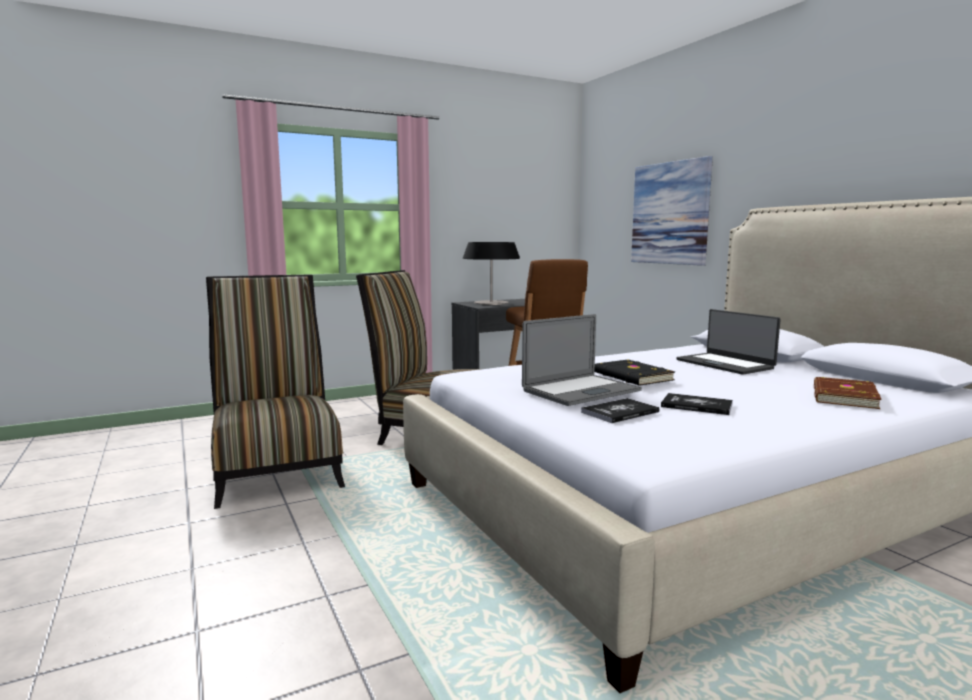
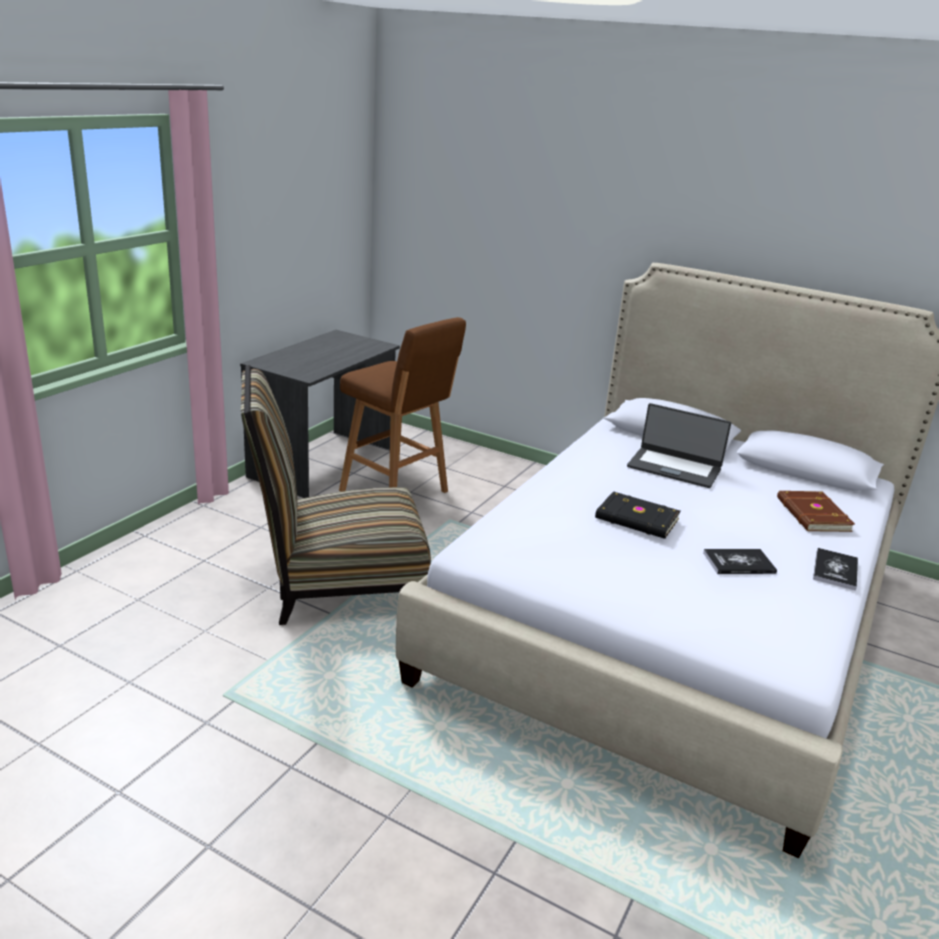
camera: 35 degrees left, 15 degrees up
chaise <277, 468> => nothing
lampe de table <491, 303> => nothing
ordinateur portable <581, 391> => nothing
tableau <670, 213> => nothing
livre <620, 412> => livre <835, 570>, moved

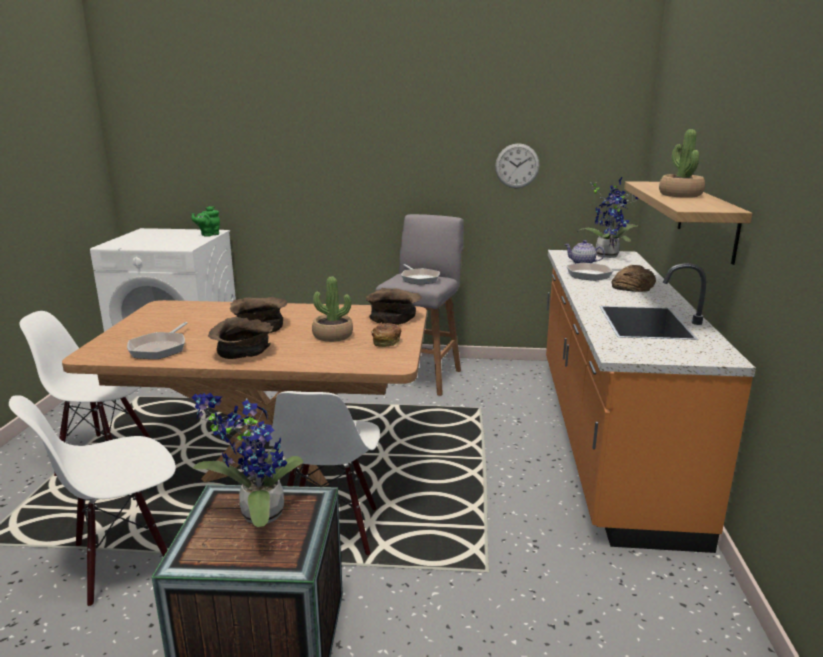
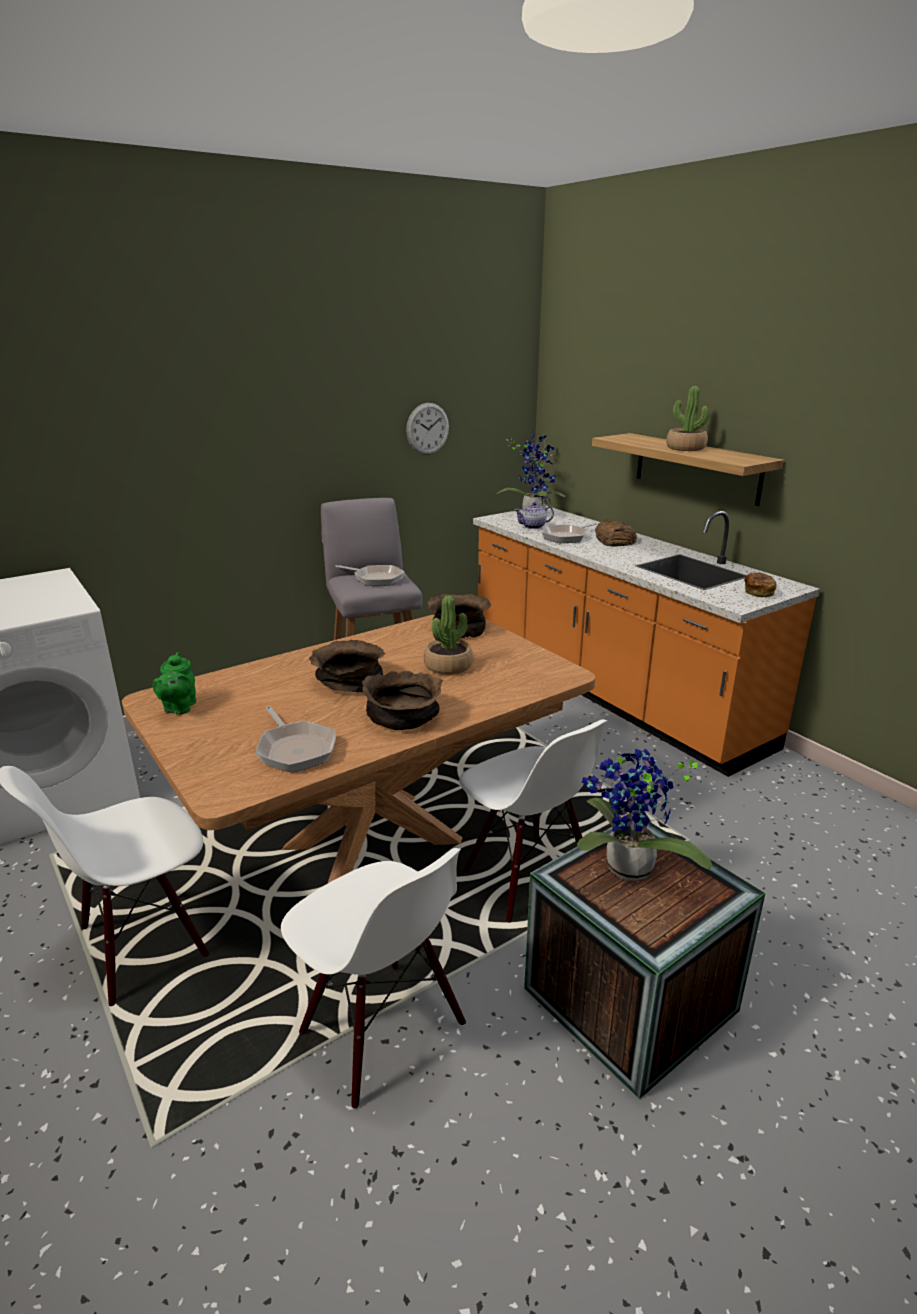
camera: 40 degrees left, 5 degrees up
théière [vert] <208, 235> => théière [vert] <179, 708>, moved
pain <386, 342> => pain <758, 592>, moved
chaise [blanc] <123, 560> => chaise [blanc] <381, 1030>, 60 degrees counterclockwise

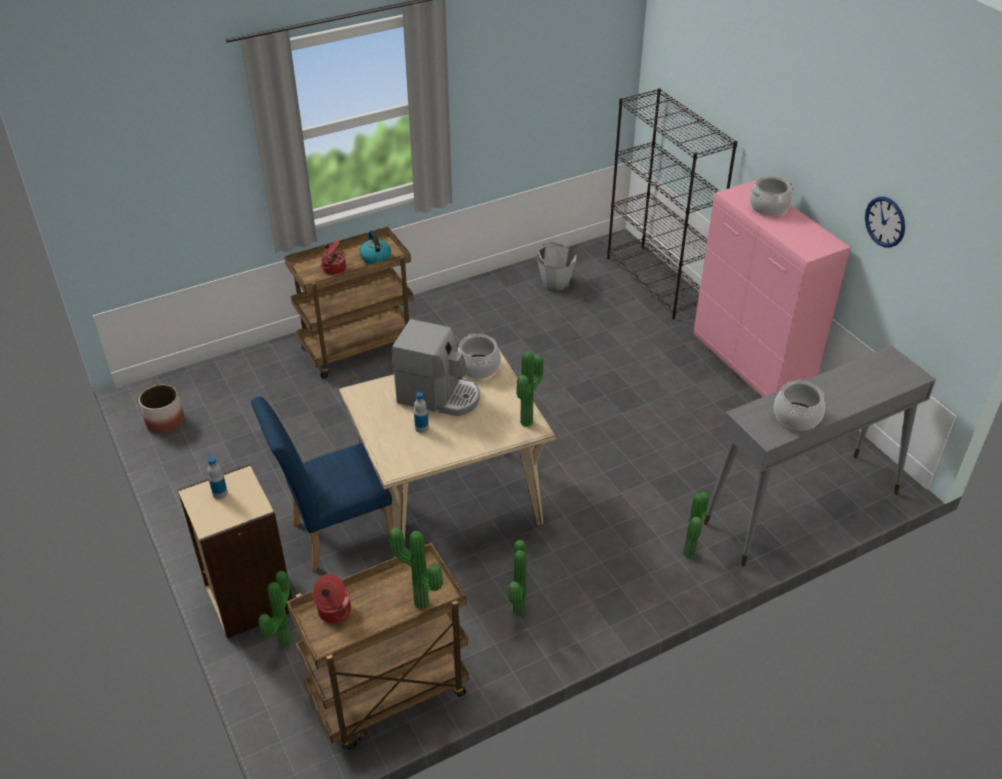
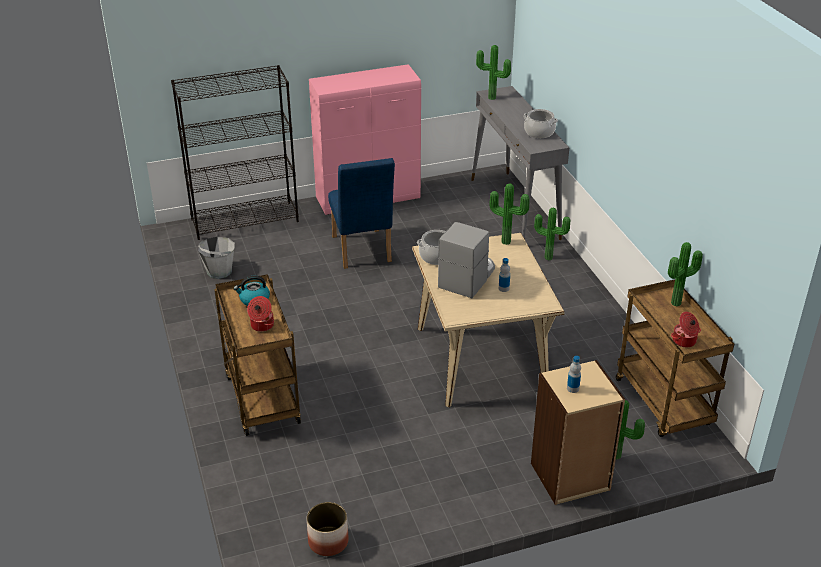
camera: 80 degrees left, 5 degrees down
marmite <768, 207> => nothing
horloge murale <885, 222> => nothing
chaise [bleu] <335, 534> => chaise [bleu] <362, 252>, moved
plante en pot <516, 611> => plante en pot <491, 98>, moved

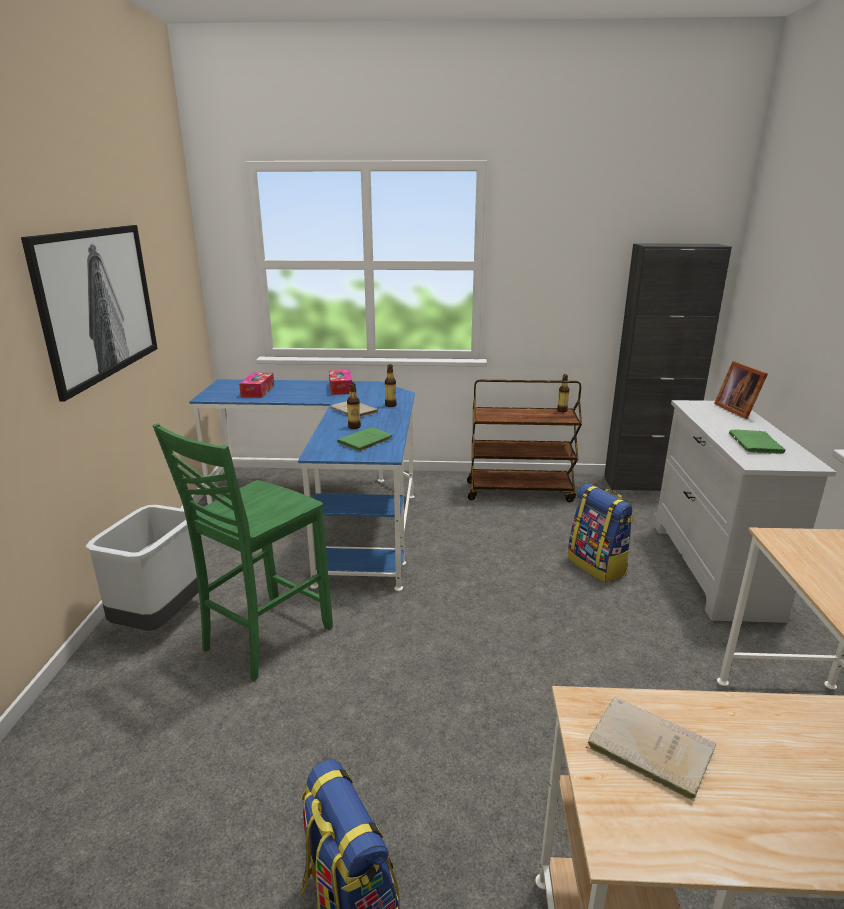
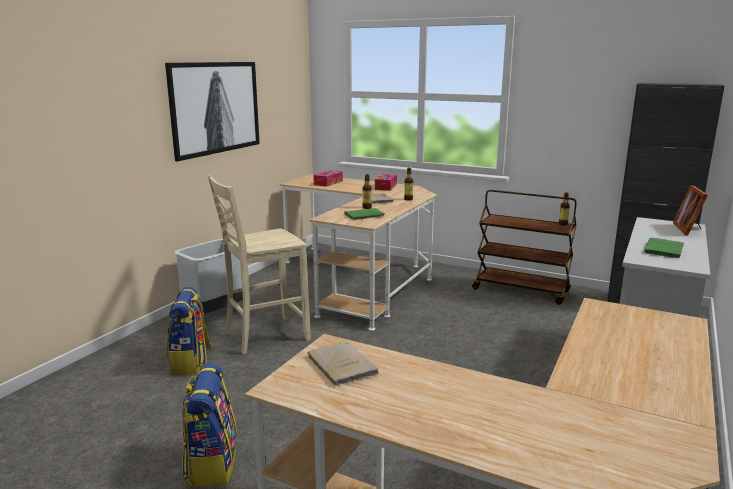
camera: 25 degrees right, 5 degrees down
sac à dos <597, 565> => sac à dos <191, 363>, moved
chaise [vert] <264, 639> => chaise [beige] <264, 336>
bureau [bleu] <330, 513> => bureau [beige] <362, 279>

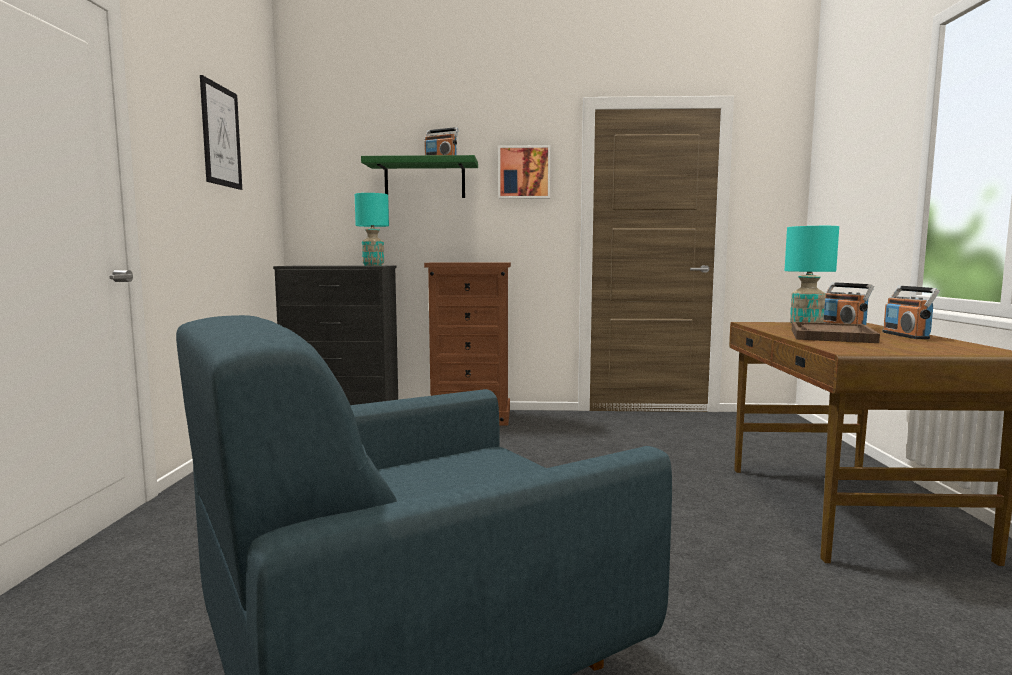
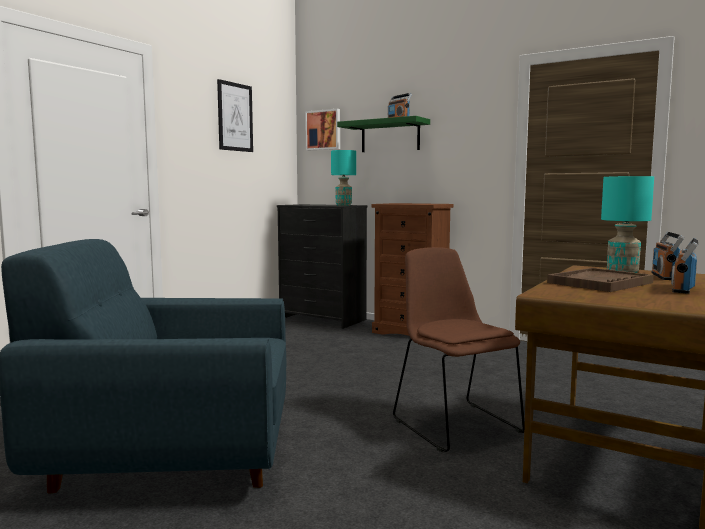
camera: 30 degrees right, 0 degrees up
nothing => chaise [marron] <454, 424>
tableau <524, 172> => tableau <323, 130>, moved

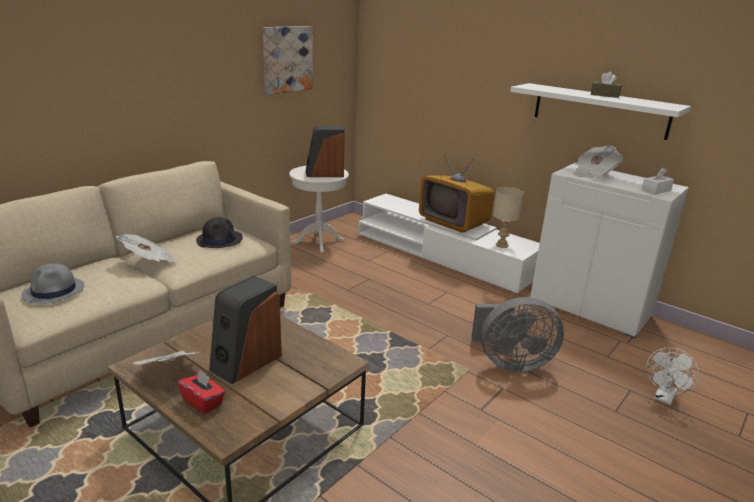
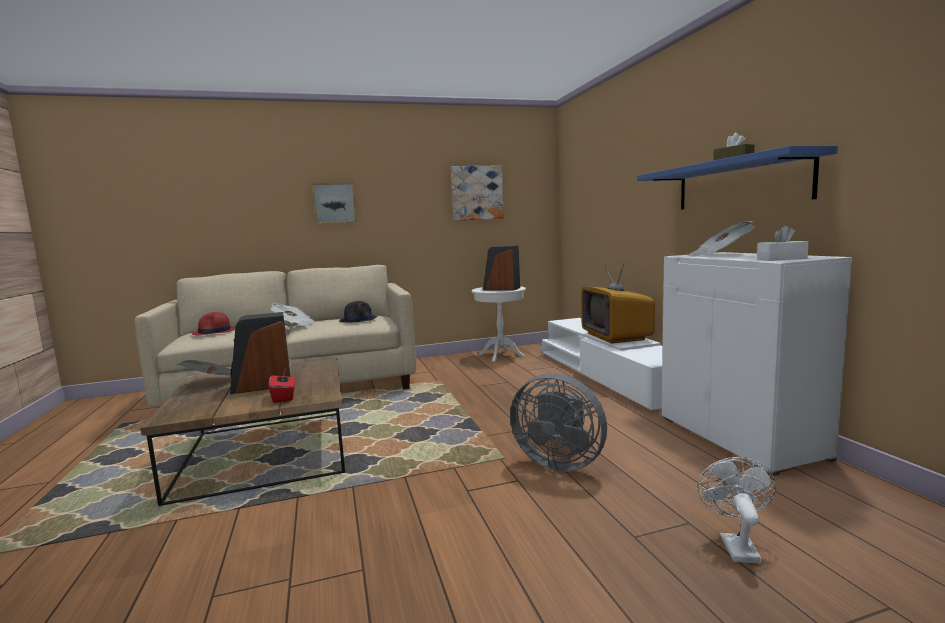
camera: 35 degrees right, 15 degrees down
lampe de table [beige] <501, 245> => nothing
nothing => tableau <334, 203>
boîte à mouchoirs [rouge] <203, 402> => boîte à mouchoirs [rouge] <284, 397>, moved
chapeau [gris] <54, 291> => chapeau [rouge] <215, 332>
étagère [blanc] <600, 110> => étagère [bleu] <739, 184>
ventilateur [blanc] <664, 398> => ventilateur [blanc] <736, 545>, 120 degrees clockwise

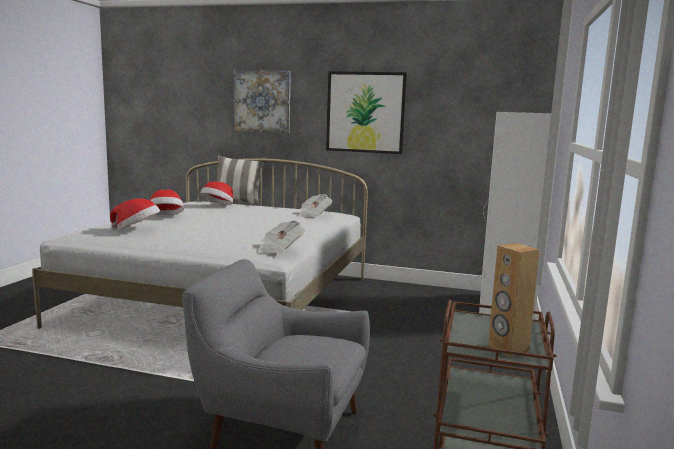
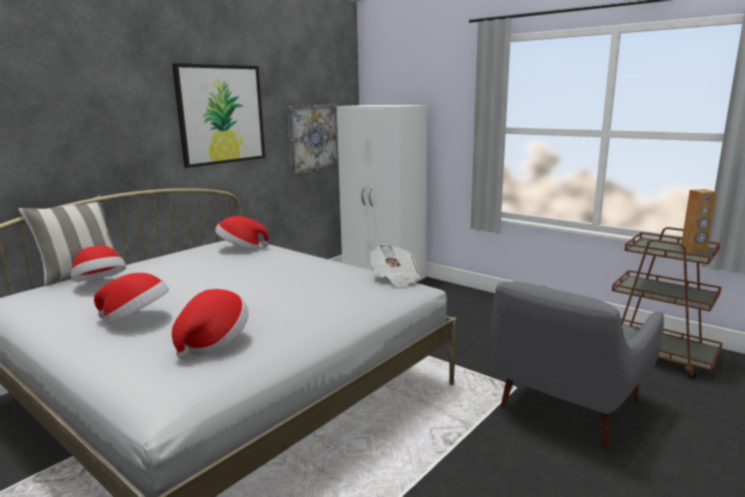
camera: 65 degrees left, 5 degrees up
tableau <262, 101> => tableau <313, 137>, moved
journal <313, 215> => chapeau <241, 248>

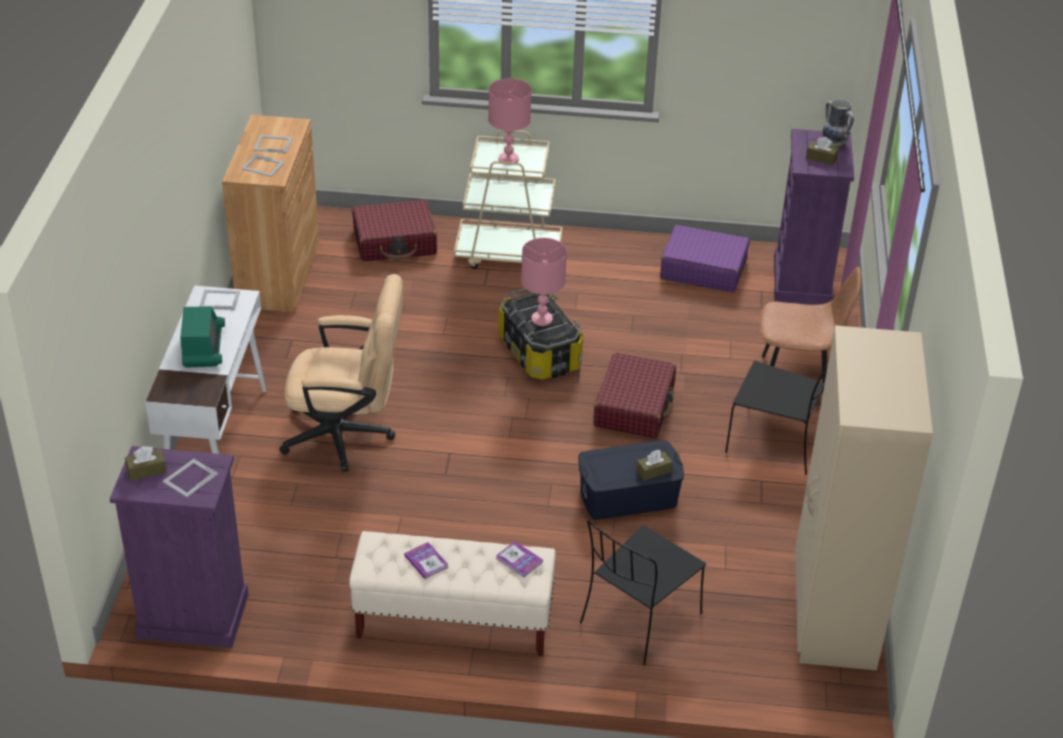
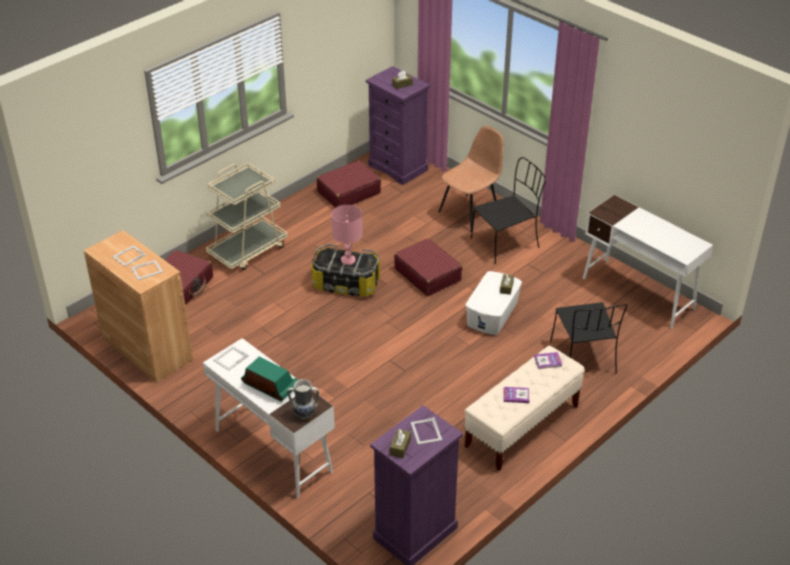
camera: 50 degrees left, 0 degrees up
chaise de bureau [beige] <348, 436> => nothing
lampe de table [rose] <509, 159> => nothing
vase <834, 143> => vase <304, 414>, moved
armoire [beige] <832, 614> => bureau [blanc] <638, 293>
boîte de rangement [bleu] <628, 497> => boîte de rangement [blanc] <493, 314>
valise [violet] <703, 269> => valise [rouge] <348, 192>

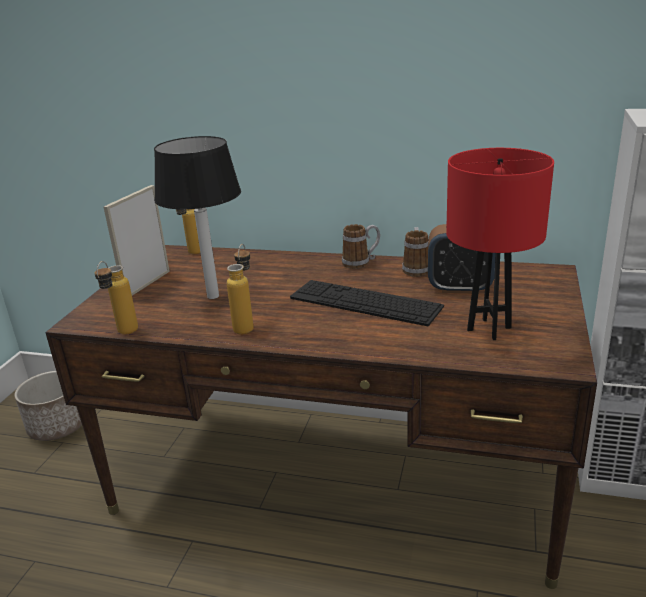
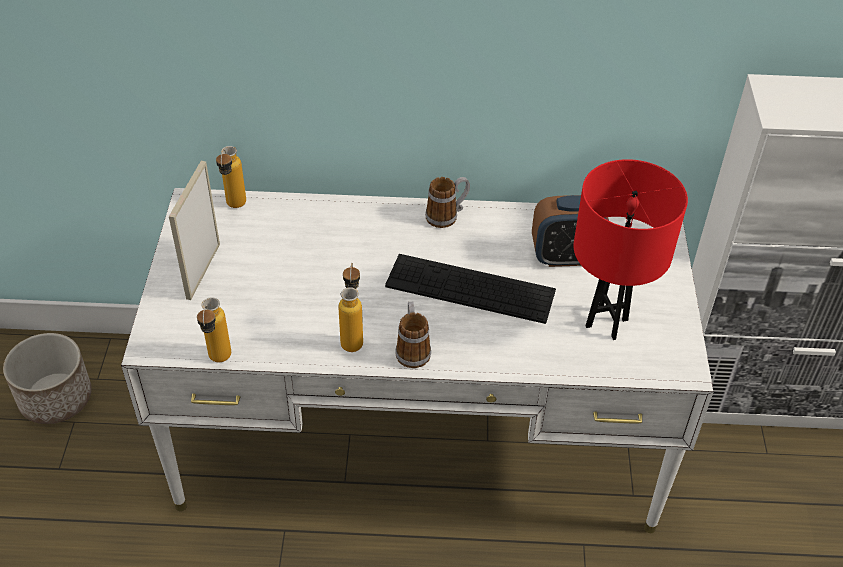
camera: 15 degrees left, 20 degrees up
lampe de table <212, 296> => nothing
mug <416, 268> => mug <412, 349>, moved
bureau [marron] <335, 478> => bureau [blanc] <418, 435>

